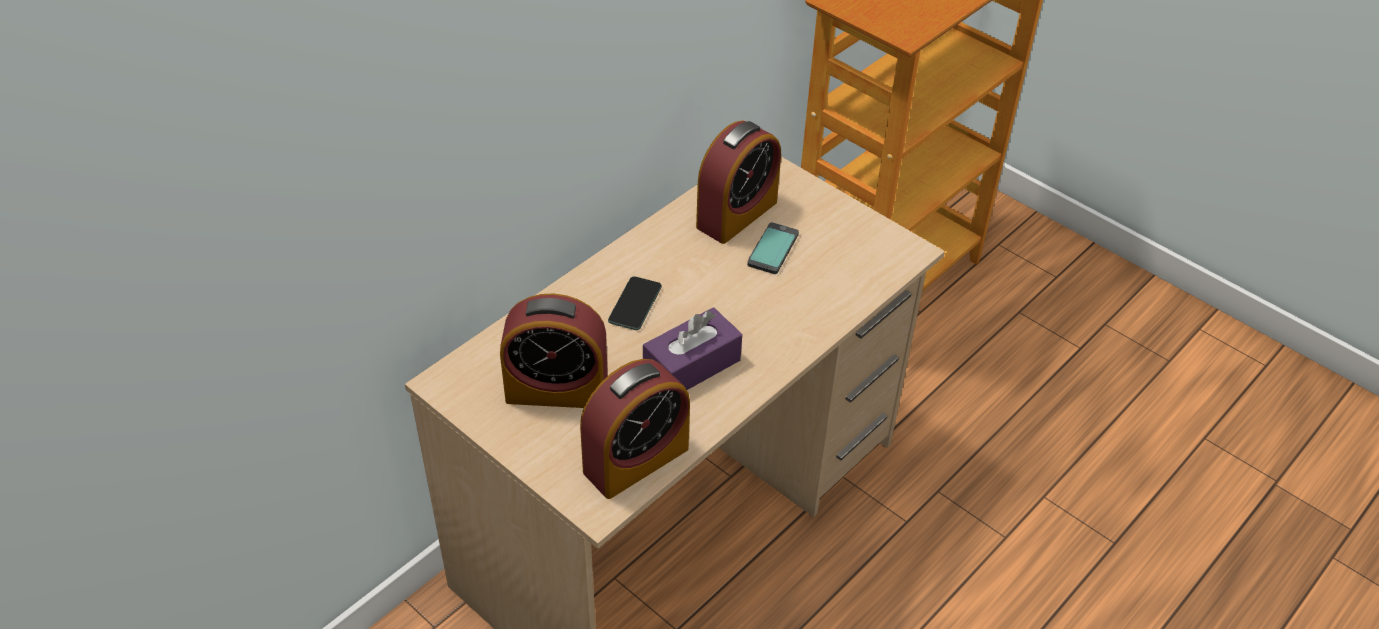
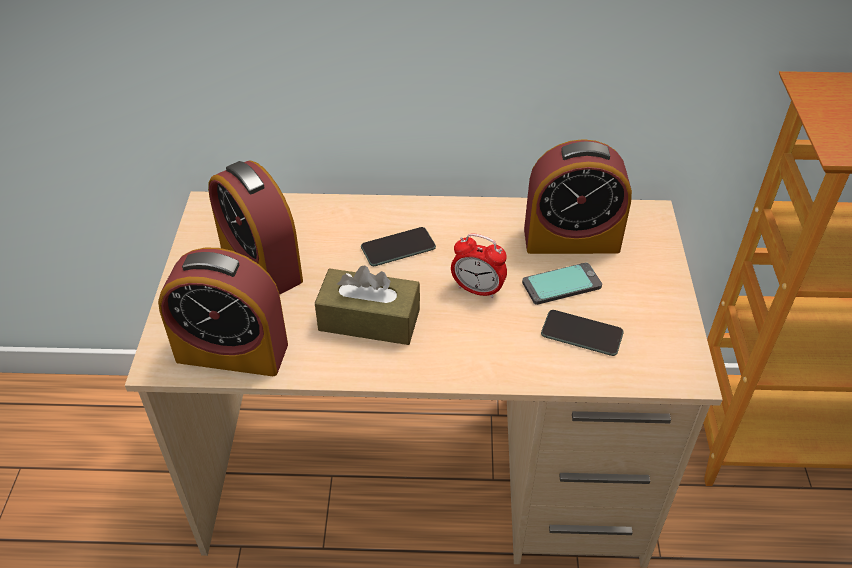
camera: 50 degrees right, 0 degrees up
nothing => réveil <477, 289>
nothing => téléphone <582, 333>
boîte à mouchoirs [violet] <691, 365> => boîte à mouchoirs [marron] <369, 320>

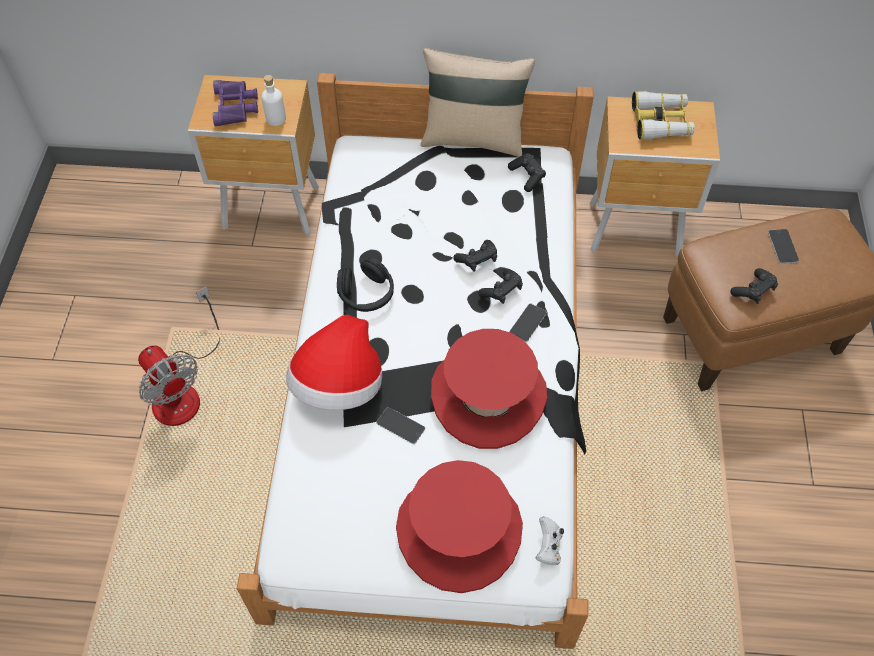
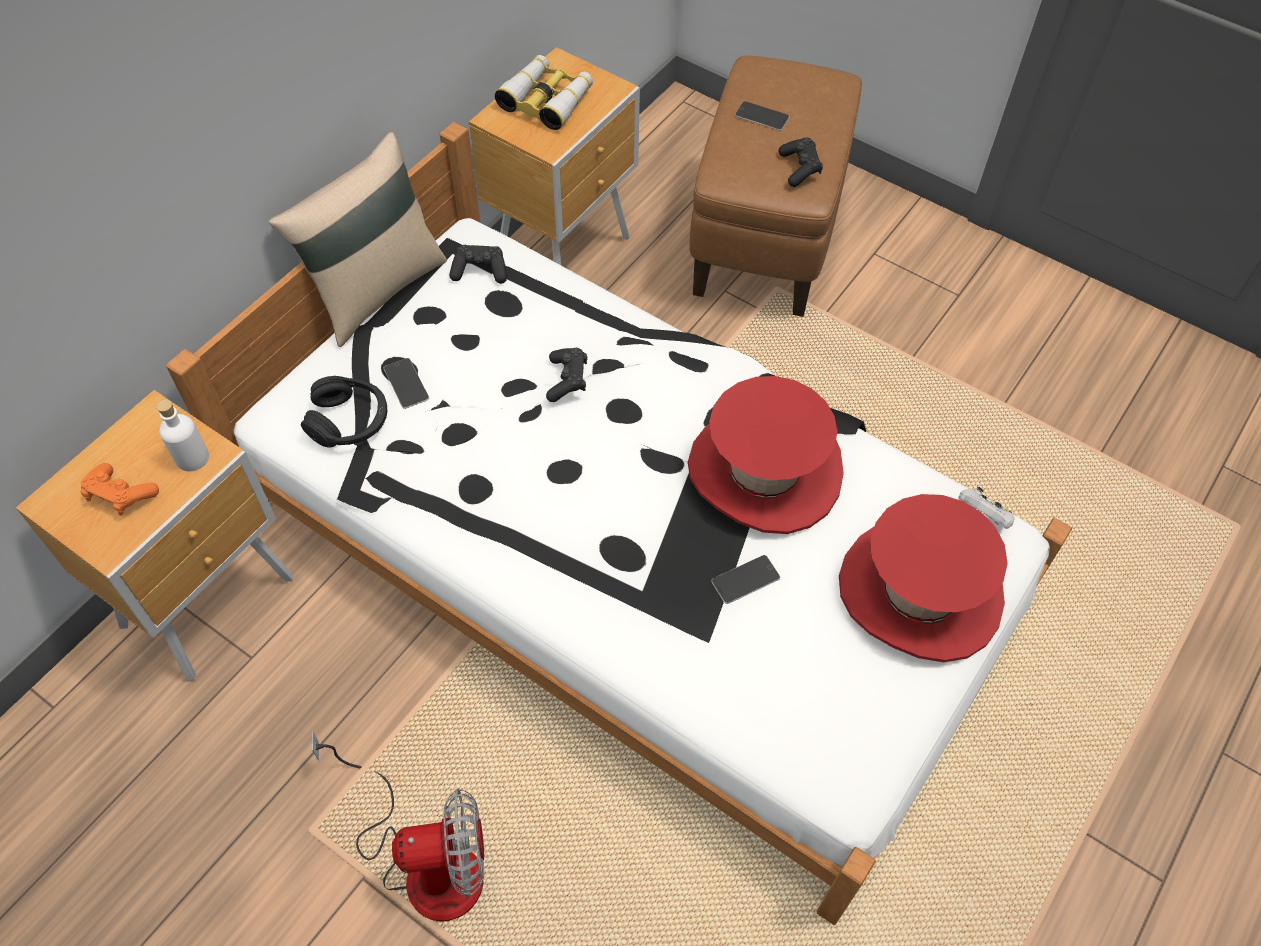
camera: 60 degrees left, 0 degrees up
chapeau <339, 385> => nothing
manette [noir] <502, 291> => nothing
casque audio [noir] <366, 293> => casque audio [noir] <349, 421>, moved
téléphone <527, 323> => téléphone <406, 383>, moved
jumelles [violet] <235, 106> => manette [orange] <120, 495>

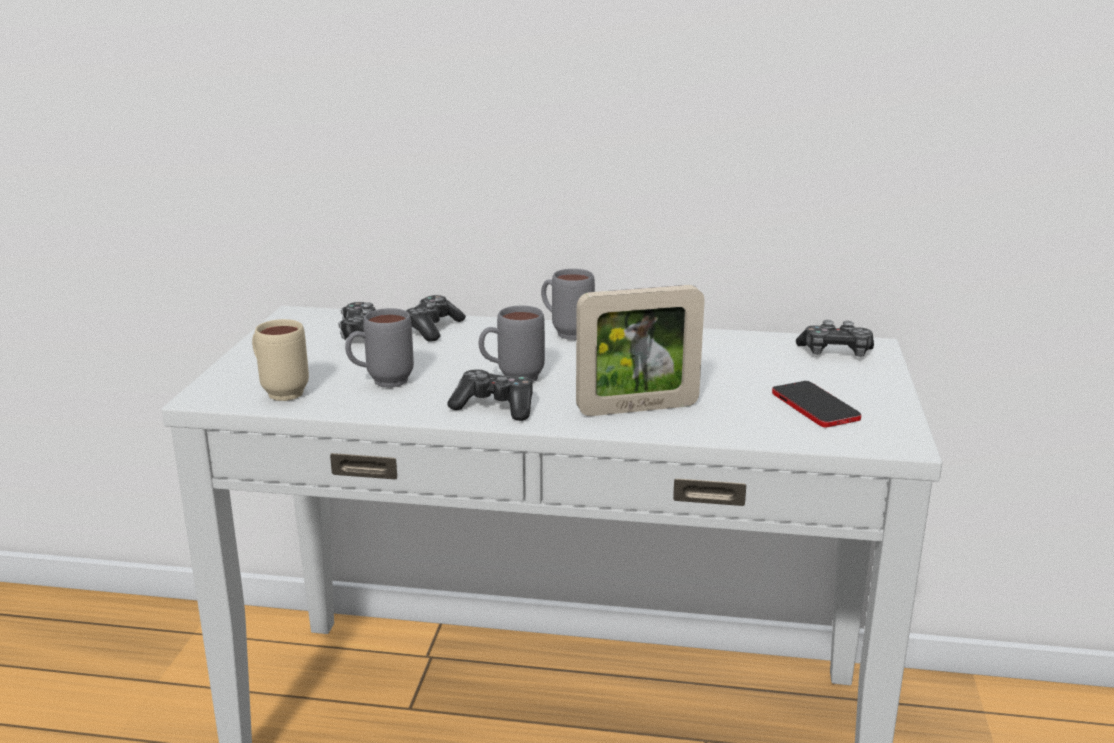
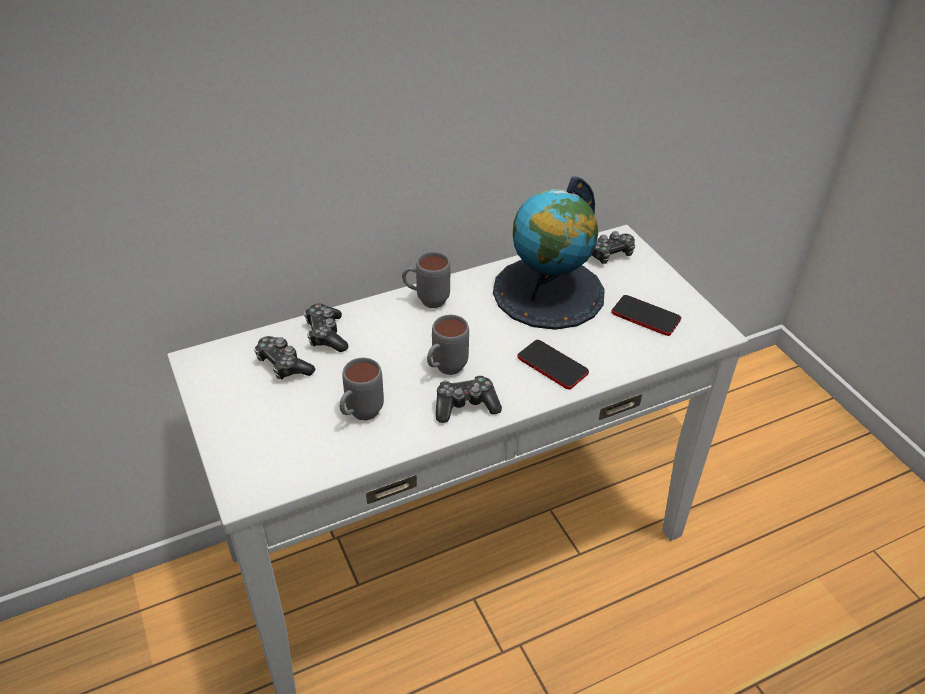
camera: 35 degrees left, 20 degrees up
mug [beige] <279, 392> => nothing
nothing => globe <549, 292>
cadre photo <637, 408> => téléphone <552, 365>

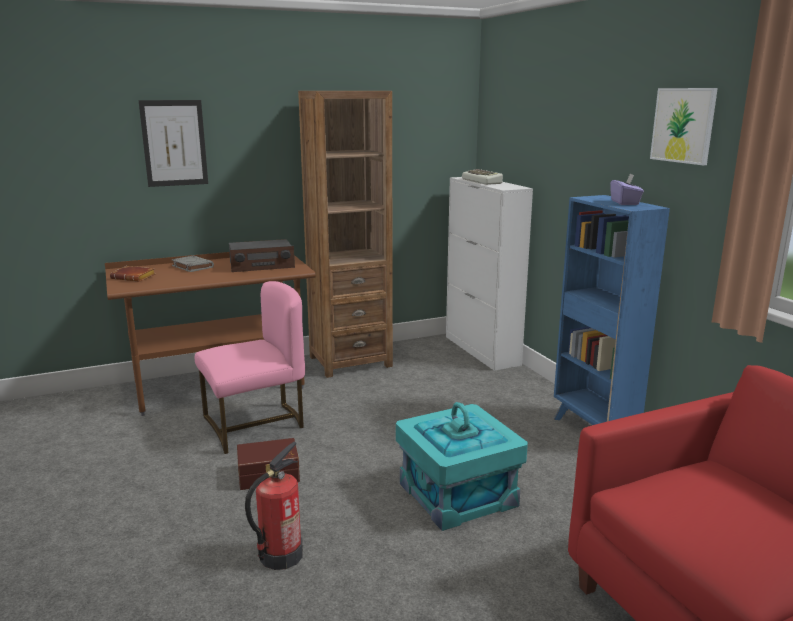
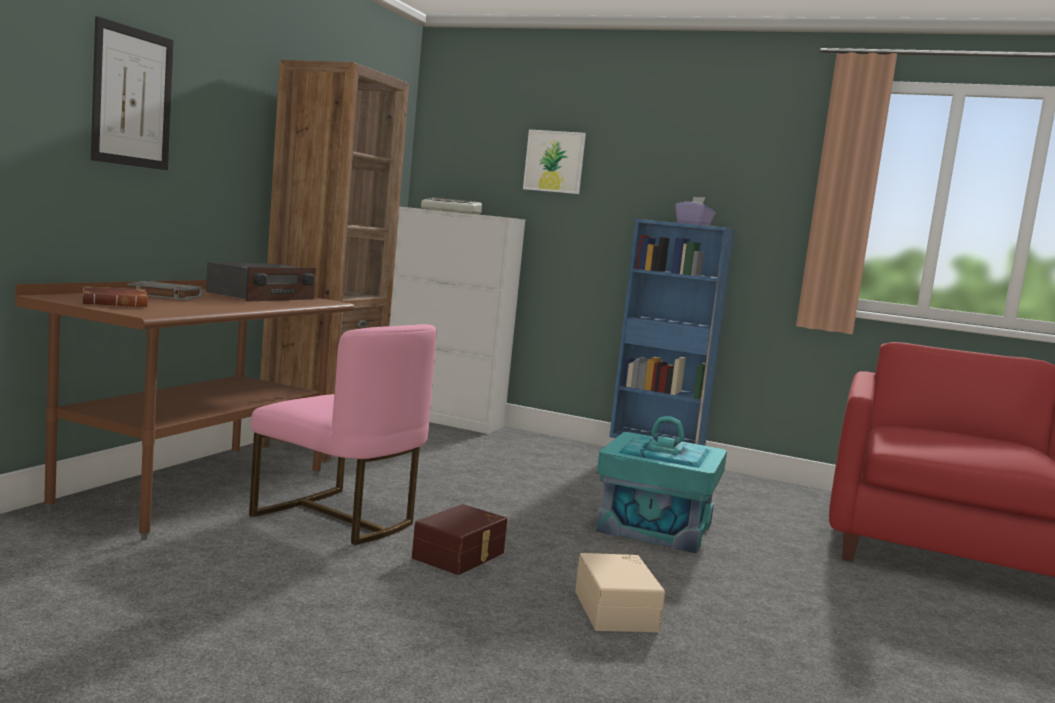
camera: 45 degrees left, 10 degrees down
tableau <683, 125> => tableau <554, 161>, moved
extincteur <280, 556> => boîte de rangement [beige] <618, 610>
chaise [rose] <255, 425> => chaise [rose] <339, 518>, 105 degrees clockwise

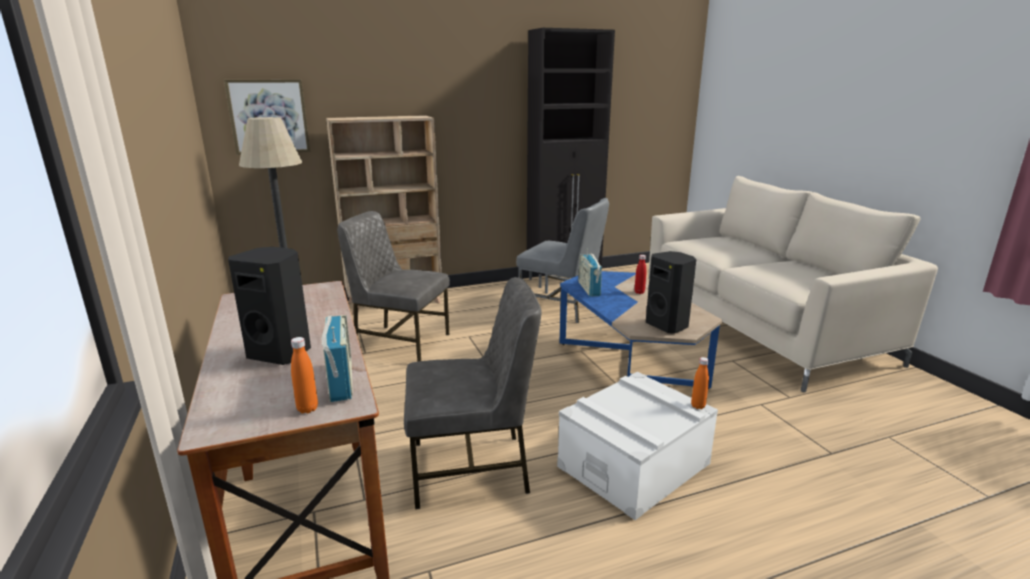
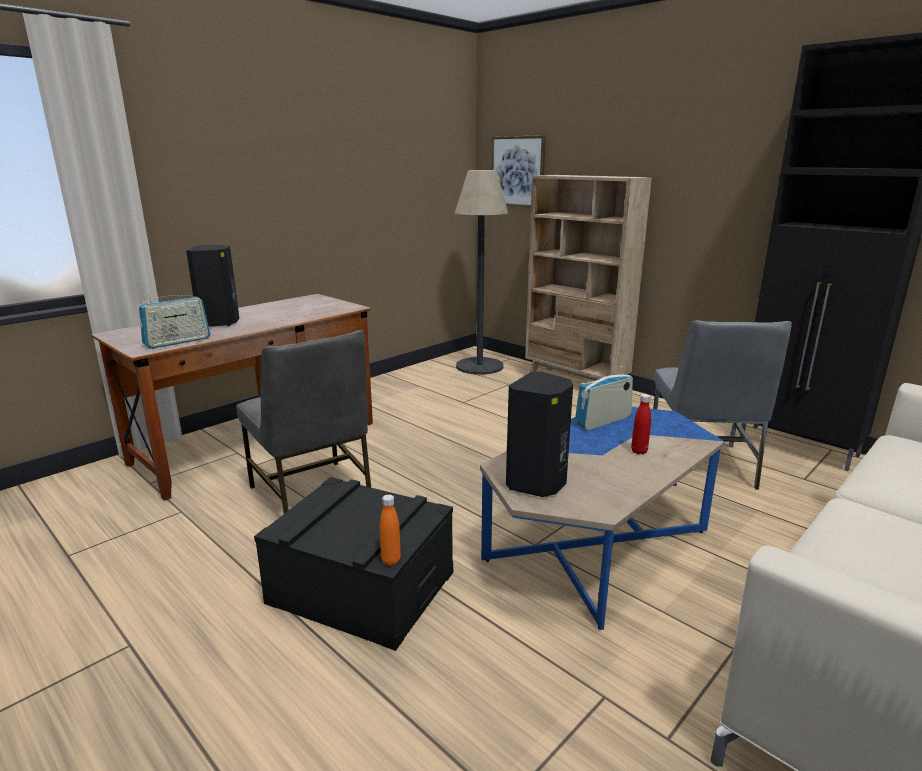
camera: 65 degrees right, 0 degrees up
bouteille [orange] <307, 409> => nothing
chaise [gris] <400, 343> => nothing
boîte de rangement [blanc] <634, 465> => boîte de rangement [noir] <361, 587>

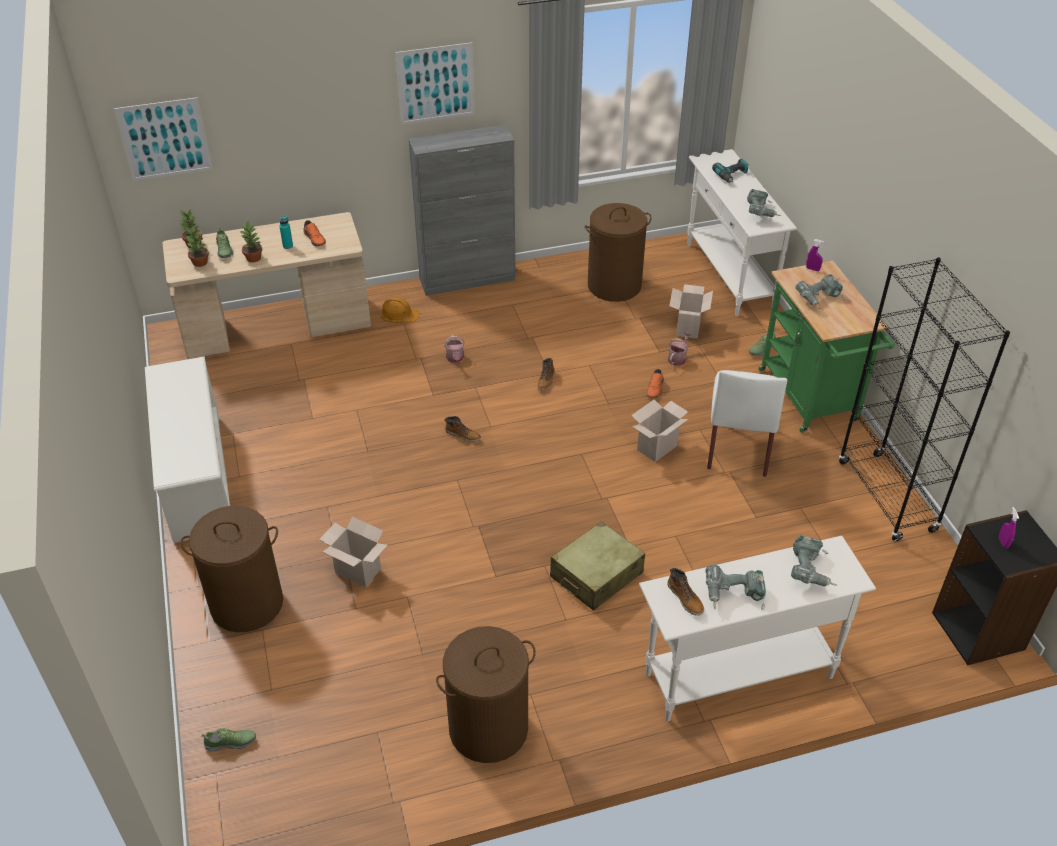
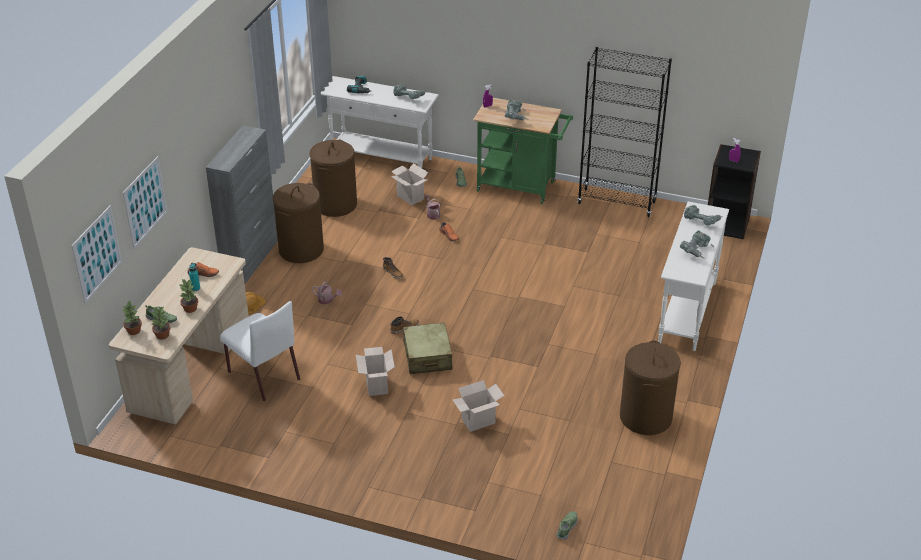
camera: 55 degrees left, 5 degrees down
étagère à chaussures [blanc] <197, 477> => nothing
botte <685, 598> => nothing
panier à linge [marron] <247, 603> => panier à linge [marron] <301, 250>, moved
tableau <436, 83> => tableau <145, 202>, moved
valise [beige] <596, 575> => valise [beige] <427, 356>, moved
carton <657, 446> => carton <376, 385>, moved
chaise [blanc] <738, 445> => chaise [blanc] <263, 375>, moved

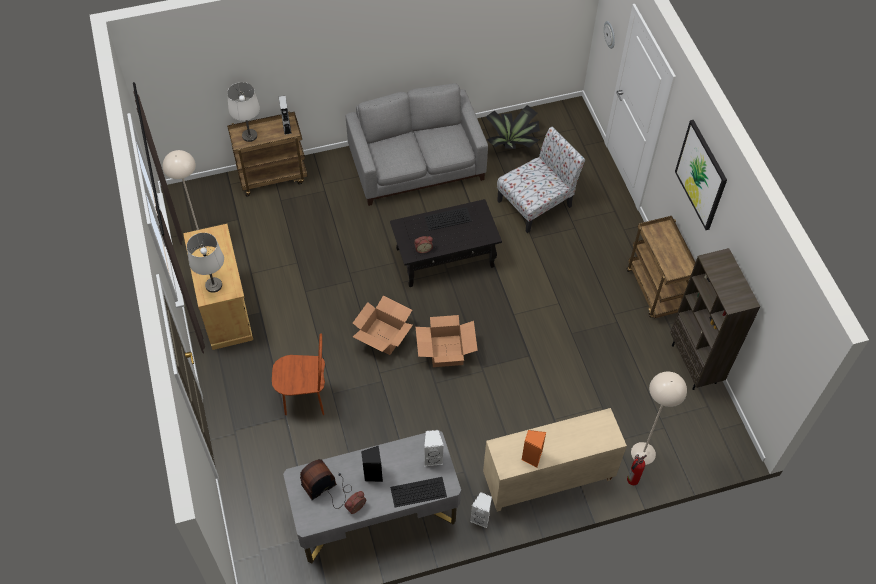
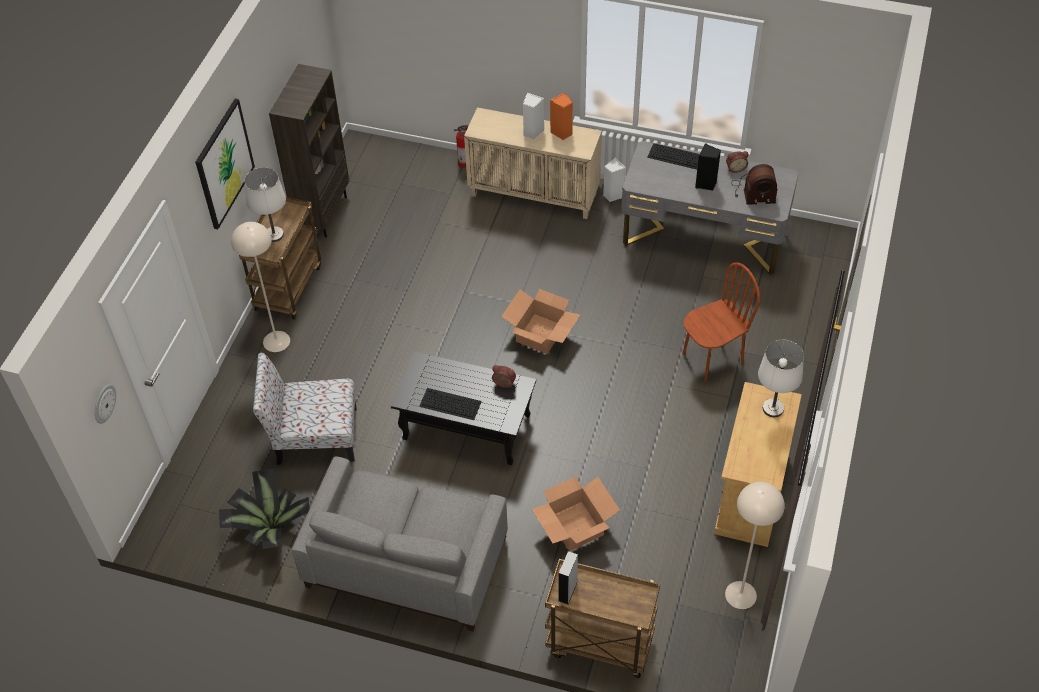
camera: 145 degrees left, 5 degrees down
lampe de table [blanc] <250, 136> => lampe de table [blanc] <274, 235>, moved
carton <383, 336> => carton <575, 526>, moved
enceinte [blanc] <433, 457> => enceinte [blanc] <532, 132>, moved
lampadaire [beige] <643, 453> => lampadaire [beige] <276, 341>, moved
chaise [marron] <305, 398> => chaise [marron] <712, 359>, 120 degrees clockwise

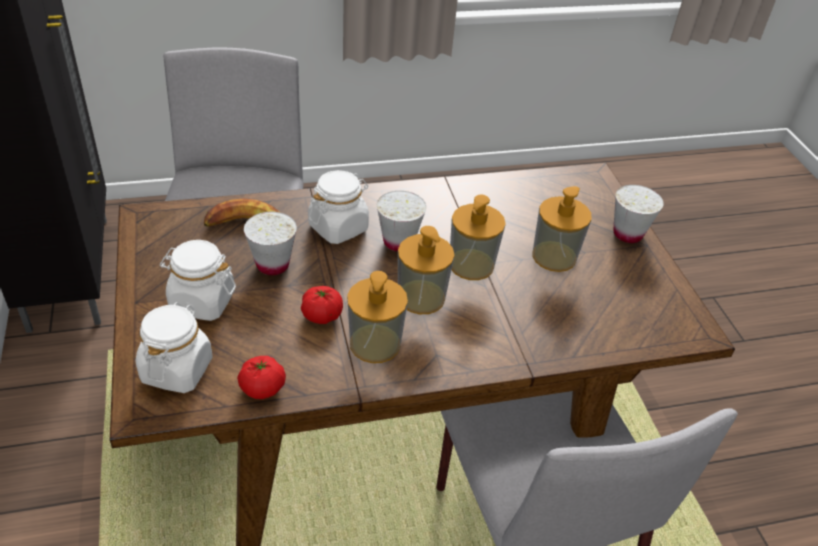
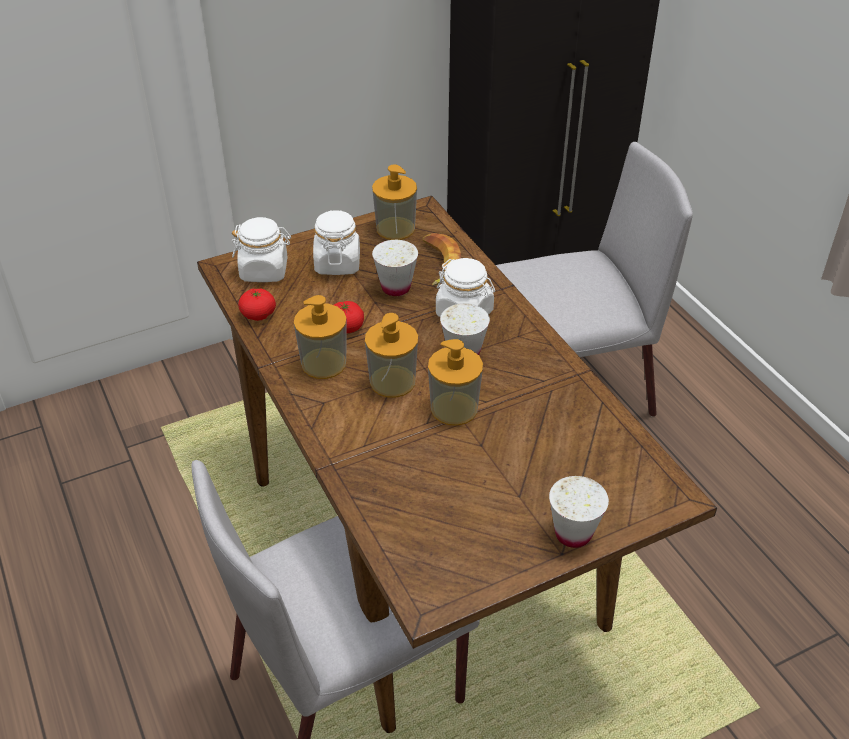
camera: 80 degrees right, 0 degrees up
distributeur de savon <554, 256> => distributeur de savon <395, 228>, moved

